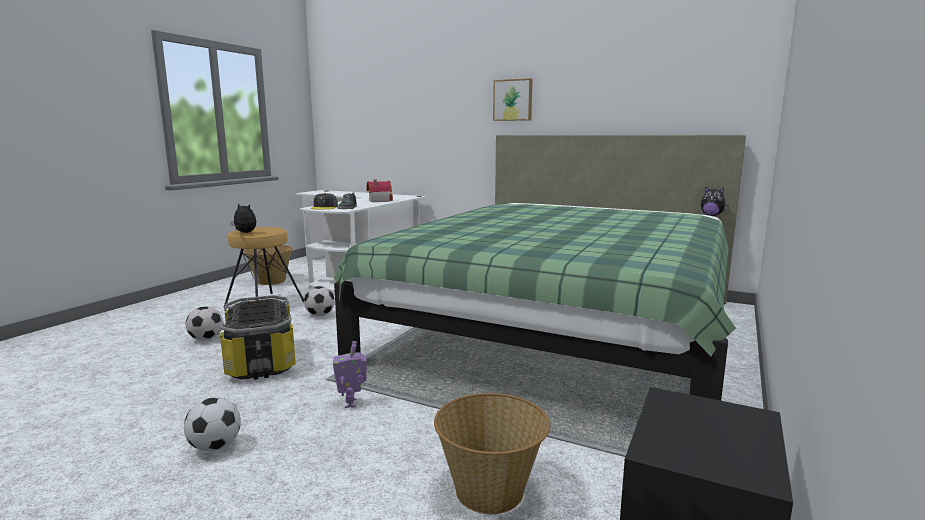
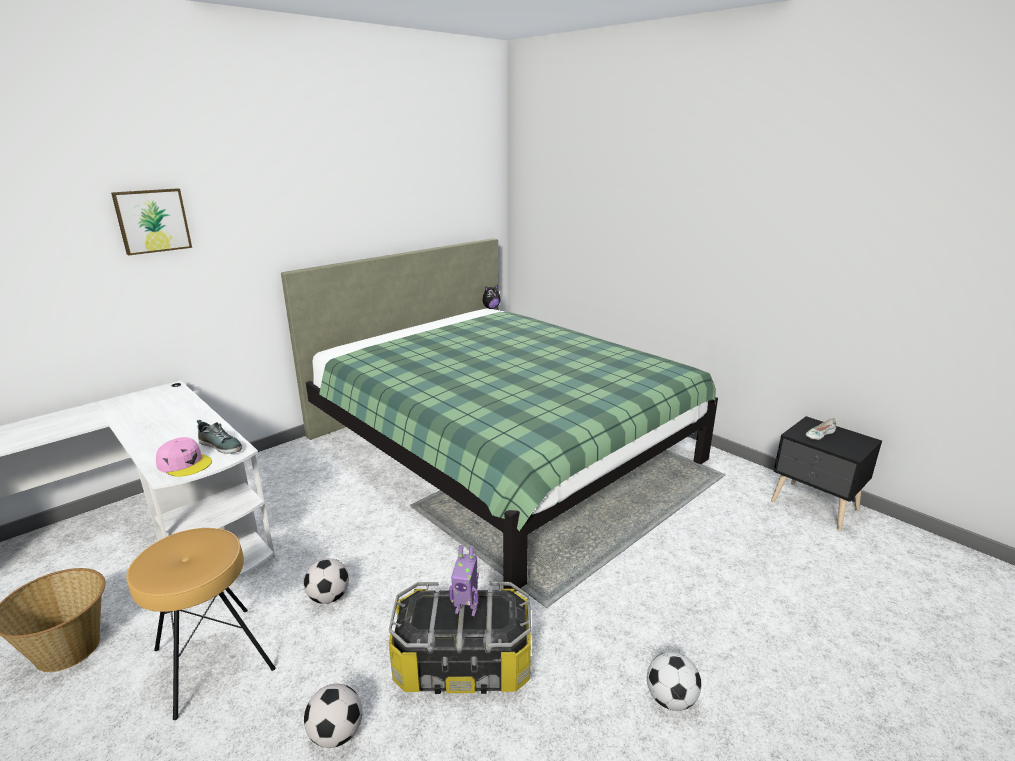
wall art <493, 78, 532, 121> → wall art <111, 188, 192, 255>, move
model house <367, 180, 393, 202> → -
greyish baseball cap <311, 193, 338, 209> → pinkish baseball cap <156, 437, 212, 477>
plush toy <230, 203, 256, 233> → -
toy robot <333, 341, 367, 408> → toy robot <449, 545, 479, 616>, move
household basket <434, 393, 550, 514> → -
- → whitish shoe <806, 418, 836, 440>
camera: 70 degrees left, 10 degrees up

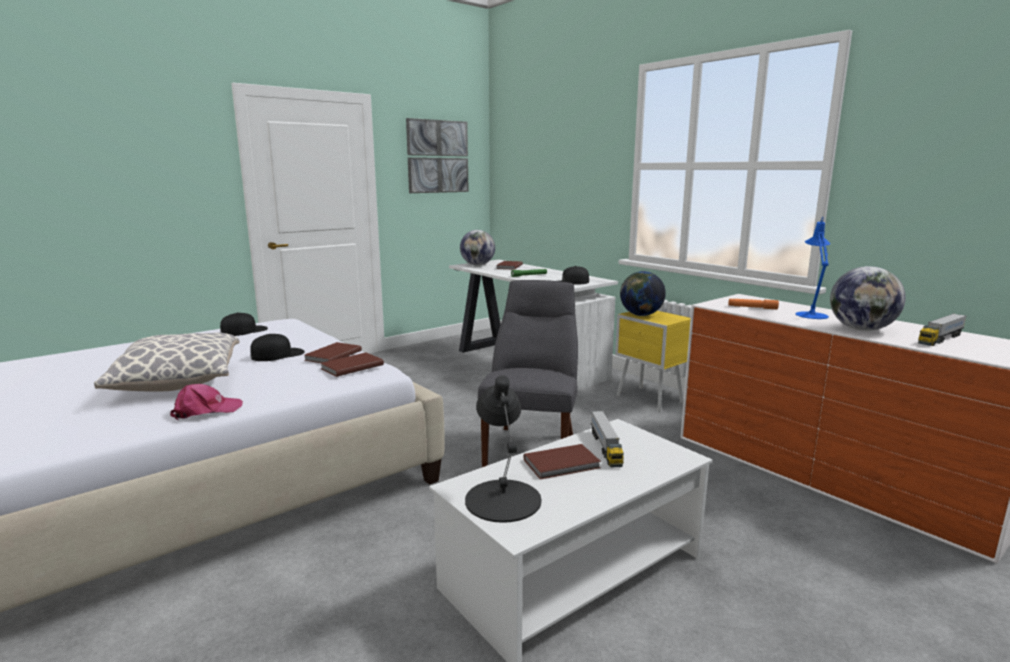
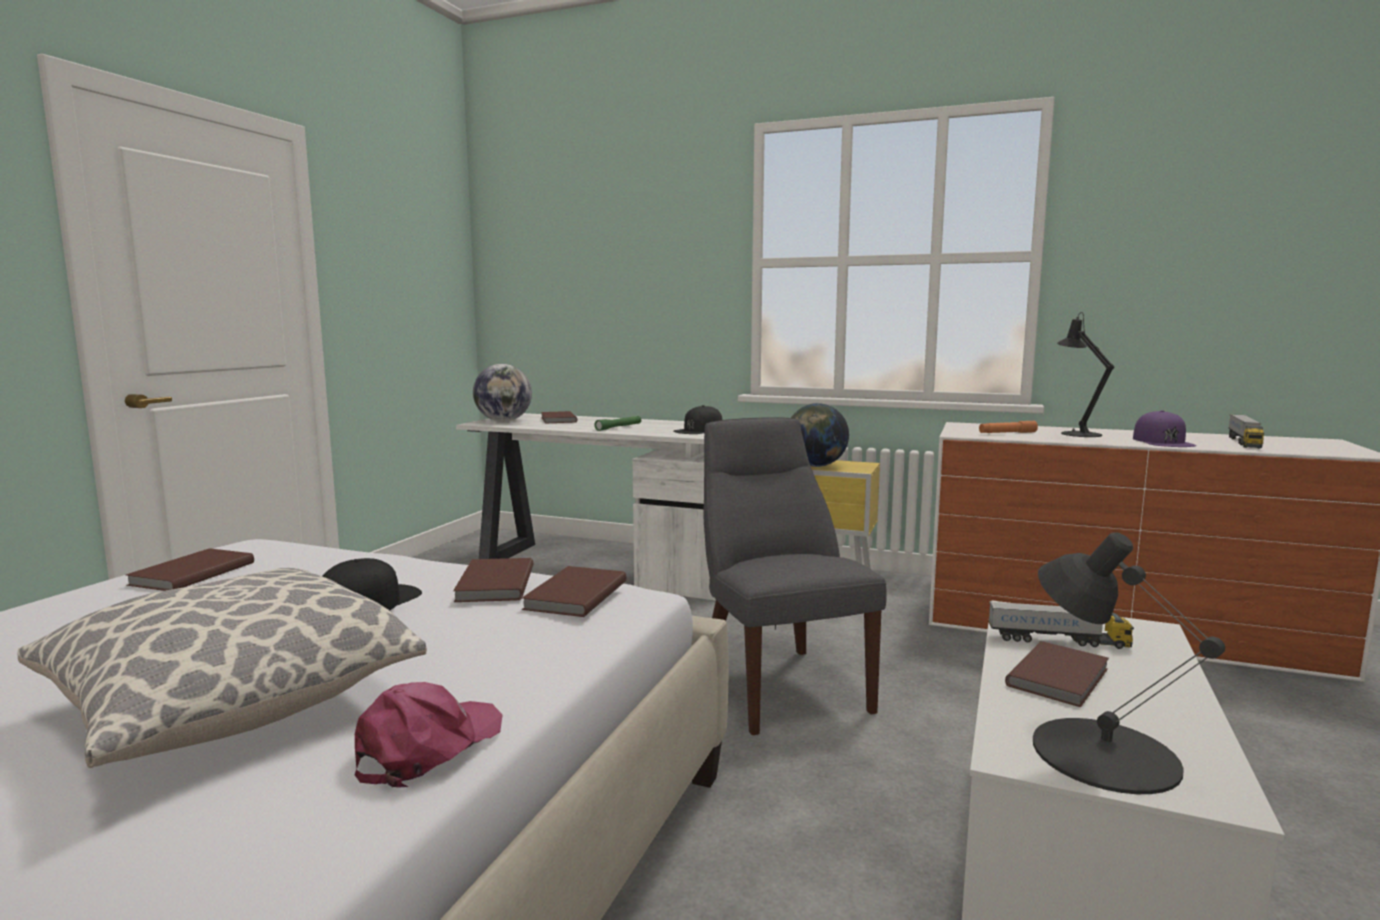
wall art <406, 118, 469, 193> → -
blue table lamp <796, 217, 830, 319> → black table lamp <1057, 312, 1114, 437>
globe <830, 266, 906, 331> → purplish baseball cap <1133, 410, 1196, 447>
black baseball cap <220, 313, 268, 336> → brownish book <126, 548, 254, 591>
toy truck <591, 411, 624, 467> → toy truck <988, 601, 1134, 649>, 45 degrees counterclockwise
camera: 30 degrees left, 5 degrees down

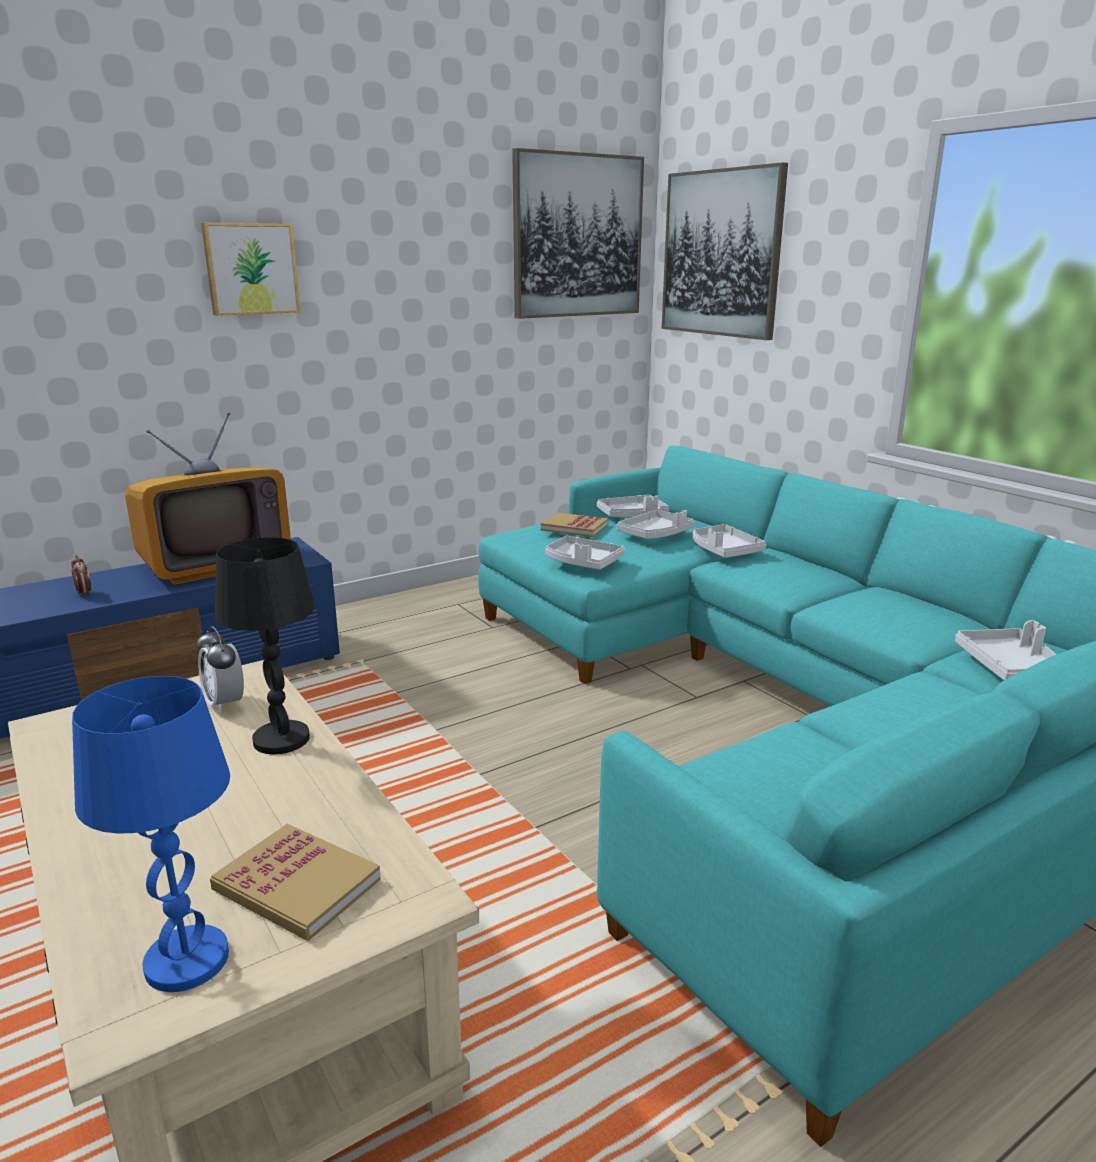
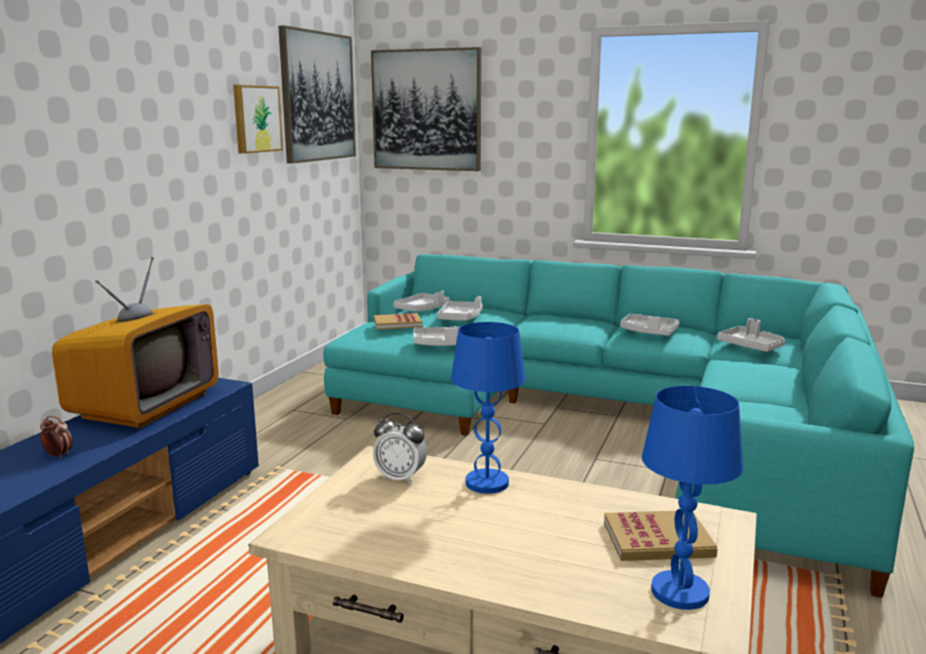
wall art <201, 223, 301, 316> → wall art <233, 85, 283, 154>, move
greyish serving tray <693, 524, 766, 558> → greyish serving tray <620, 314, 679, 336>, move
black table lamp <215, 537, 315, 754> → blue table lamp <451, 322, 526, 494>
camera: 35 degrees left, 5 degrees down

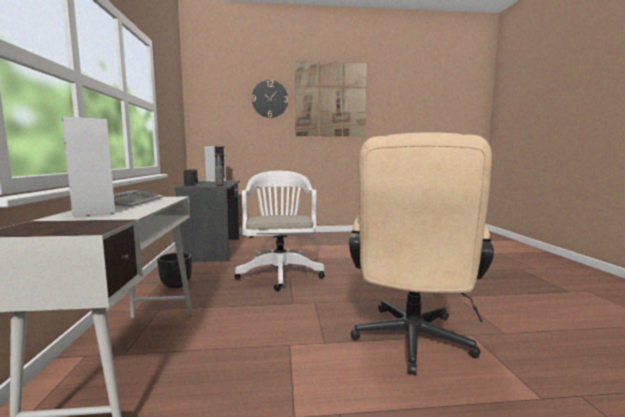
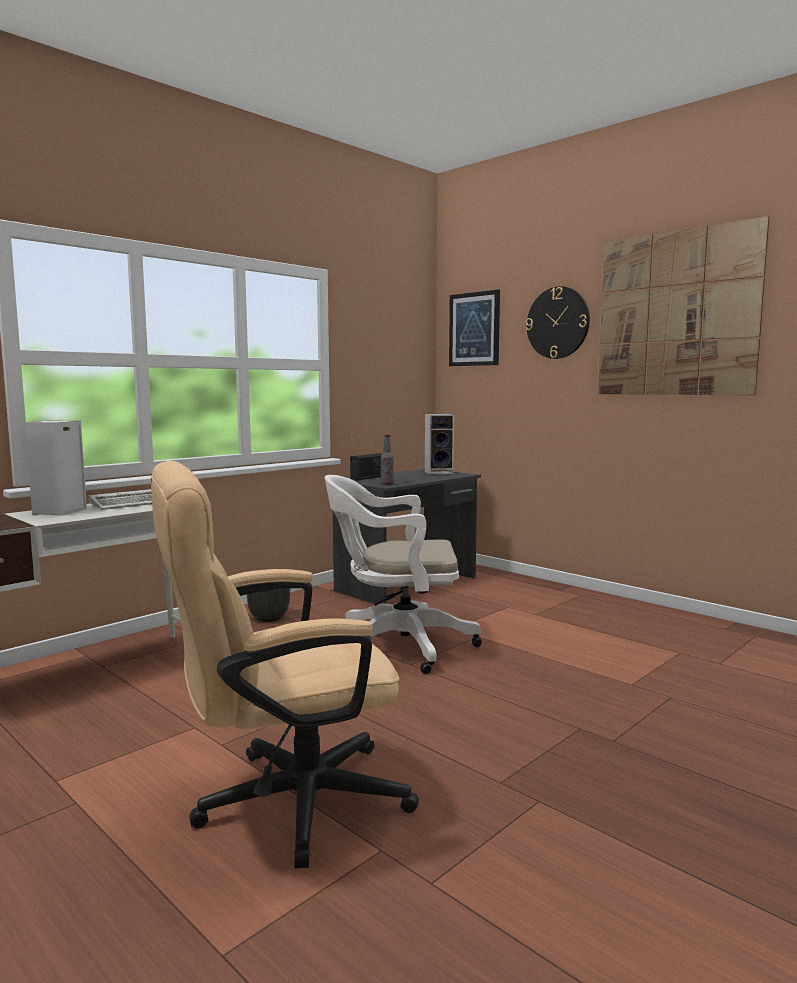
whitish office chair <234, 171, 325, 291> → whitish office chair <325, 475, 482, 674>, 135 degrees counterclockwise
- → wall art <449, 290, 500, 366>
camera: 50 degrees right, 0 degrees up

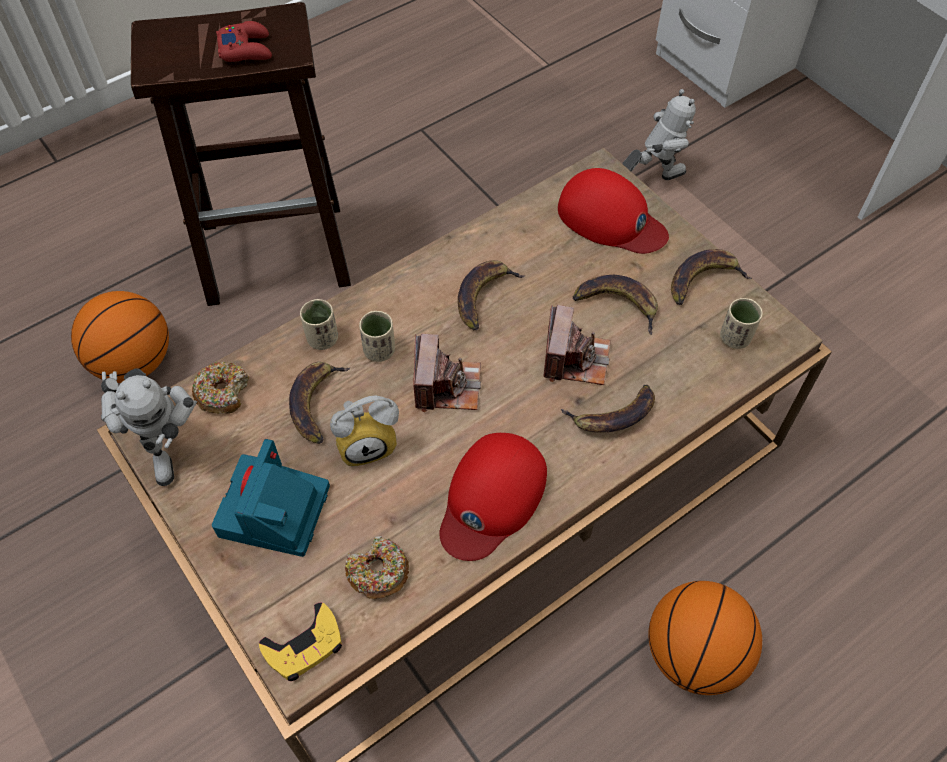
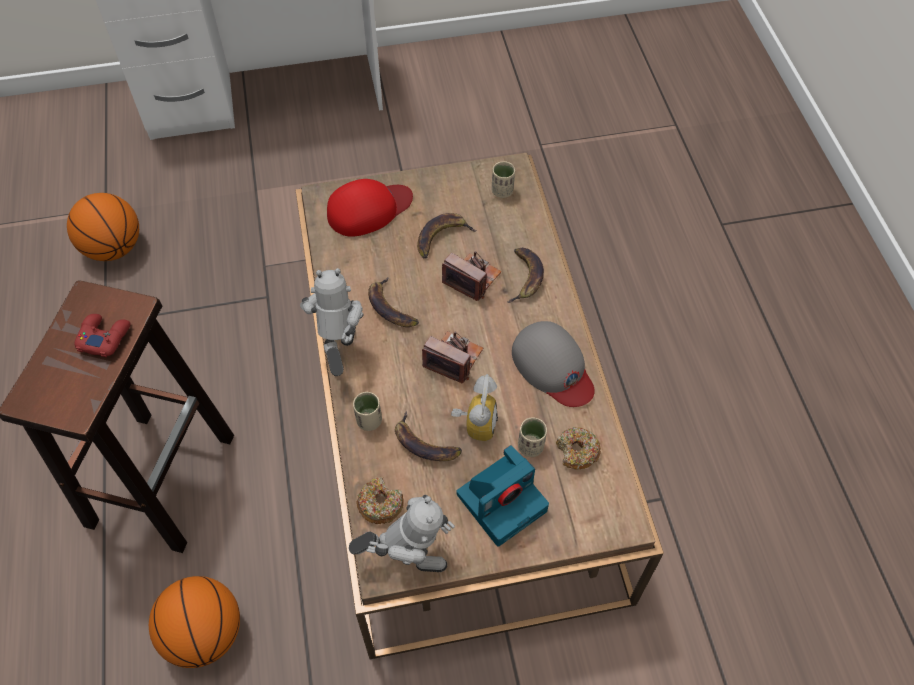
toy robot <622, 89, 696, 180> → toy robot <300, 268, 363, 376>, move
banana fruit <671, 249, 752, 305> → -
beige-coloured cup <359, 311, 395, 362> → beige-coloured cup <518, 417, 547, 457>, move
red baseball cap <439, 433, 547, 561> → greyish baseball cap <512, 321, 595, 407>
photo camera <212, 439, 330, 557> → photo camera <456, 445, 549, 547>, 75 degrees counterclockwise
basketball <649, 581, 762, 695> → basketball <67, 193, 139, 261>, move
yellowish gamepad <259, 603, 342, 681> → -
camera: 65 degrees left, 0 degrees up

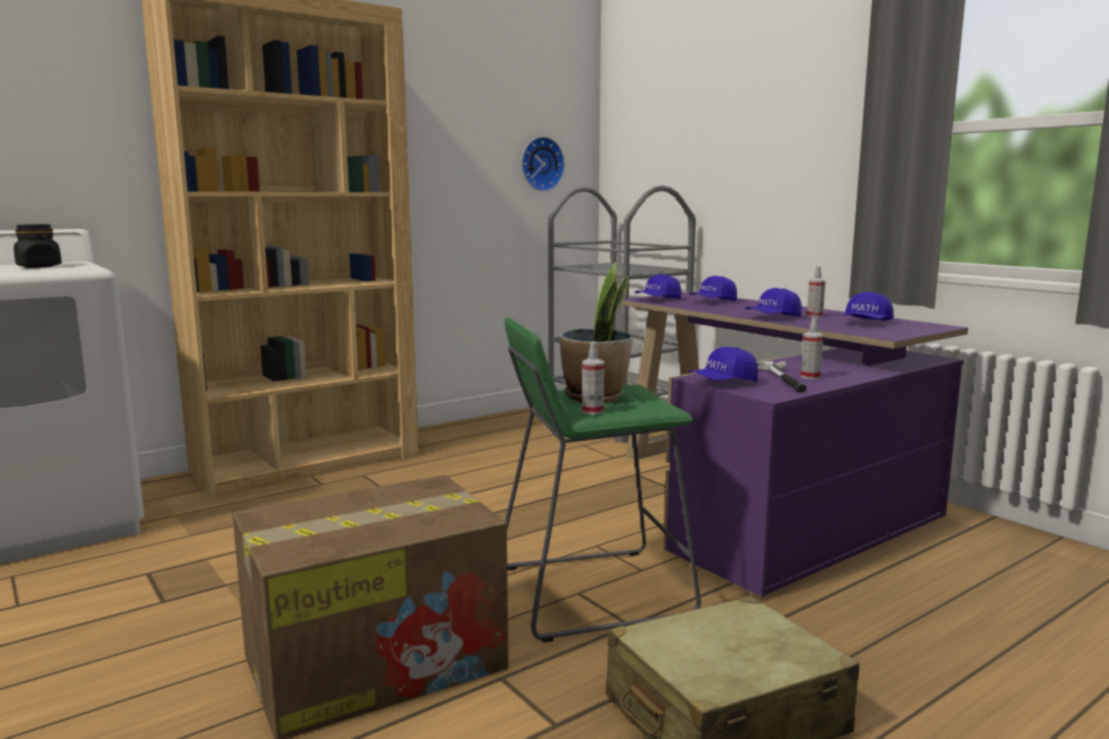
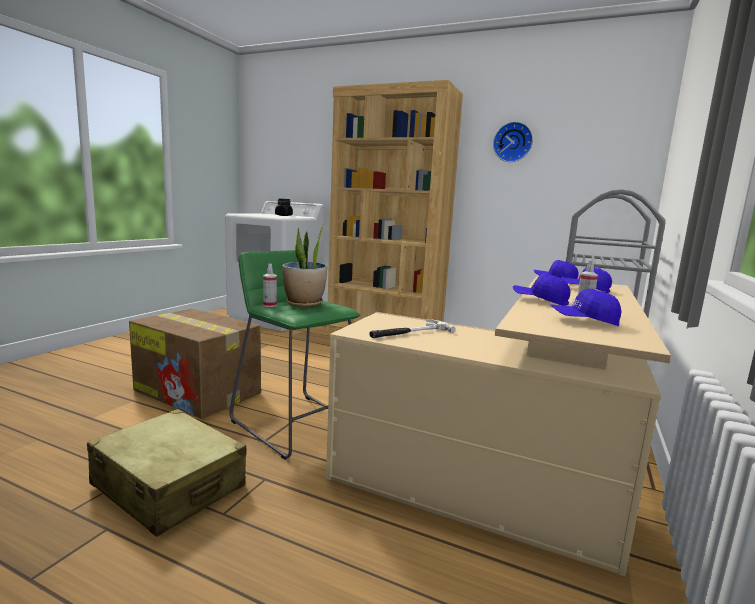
hanging clock <521, 136, 565, 192> → hanging clock <493, 122, 533, 162>, move
purplish desk table <621, 292, 968, 597> → beige-coloured desk table <326, 276, 671, 576>
hand sprayer <801, 318, 824, 379> → -
blue baseball cap <689, 347, 758, 382> → -
camera: 60 degrees right, 0 degrees up

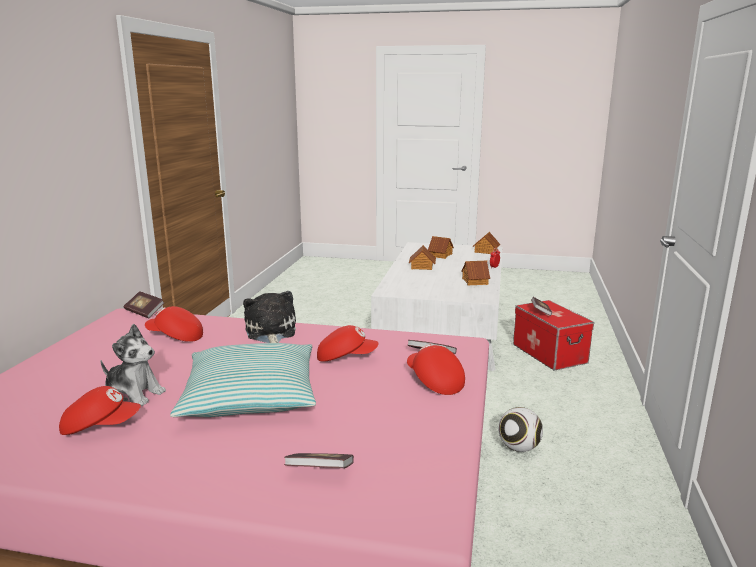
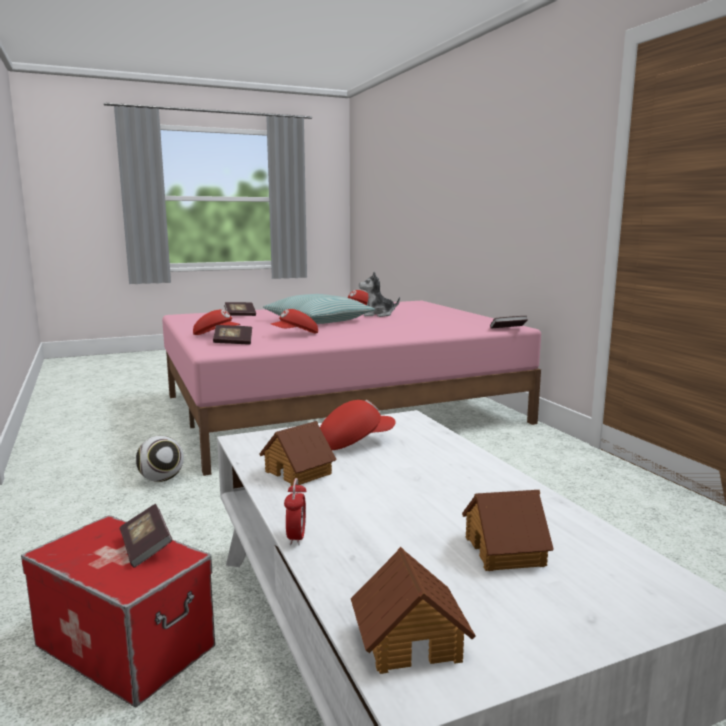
model house <409, 245, 436, 270> → -
plush toy <243, 291, 296, 343> → -
red baseball cap <145, 306, 203, 342> → red baseball cap <320, 400, 396, 450>, move
camera: 145 degrees right, 5 degrees down

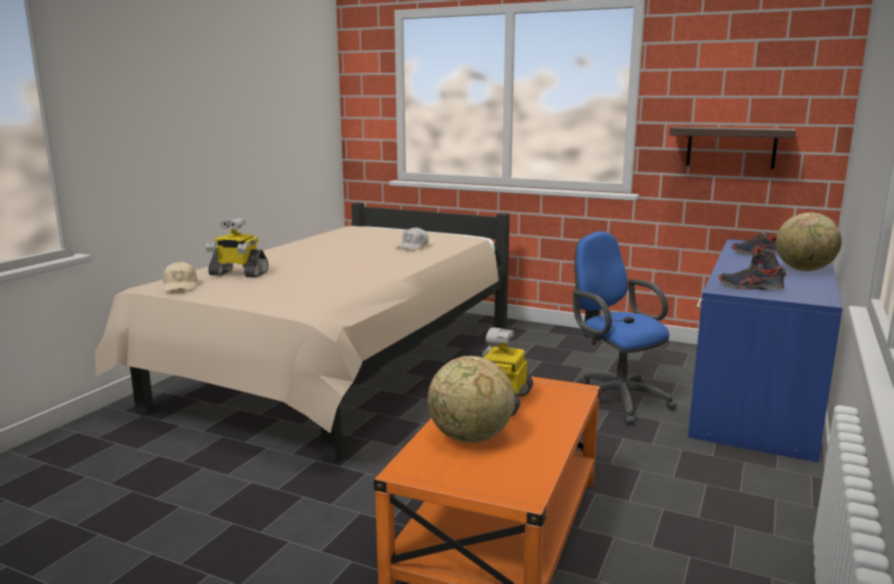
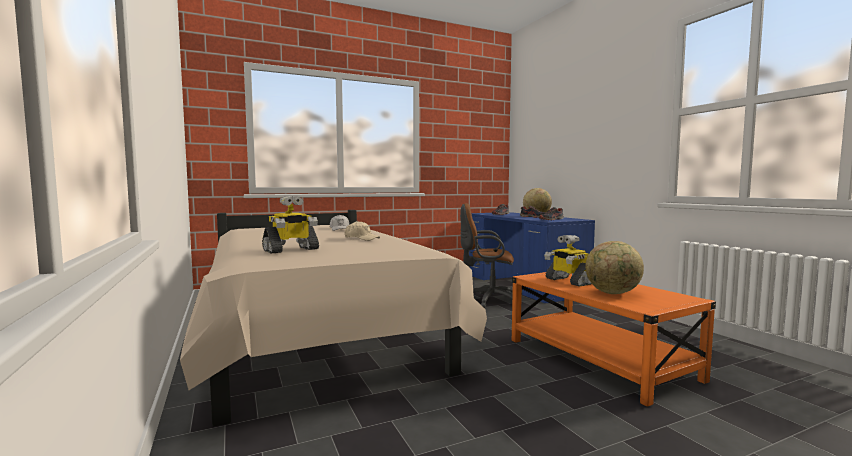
wall shelf <669, 127, 796, 169> → -
blue office chair <573, 231, 677, 425> → brownish office chair <460, 203, 514, 308>
beige-coloured baseball cap <163, 261, 197, 292> → beige-coloured baseball cap <345, 221, 380, 241>, move
camera: 50 degrees left, 10 degrees down

